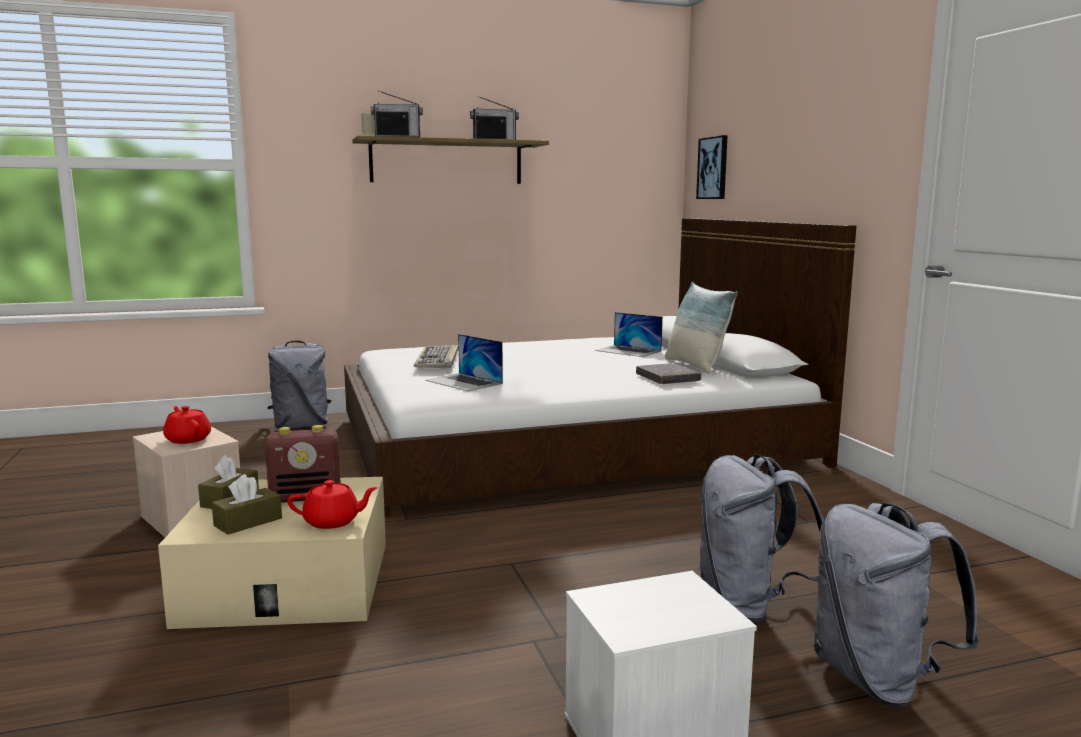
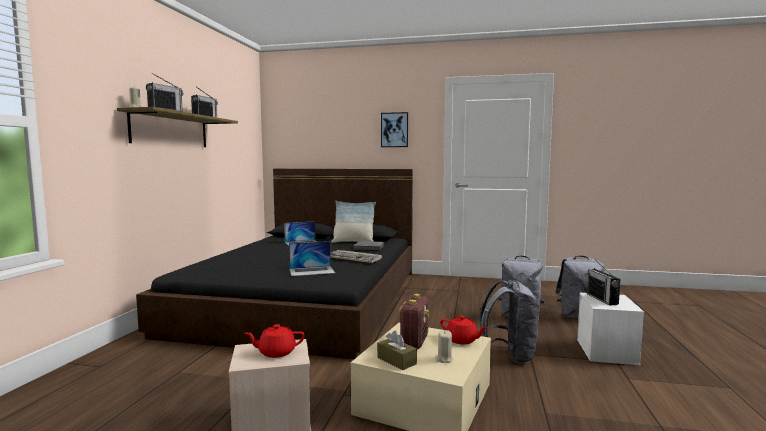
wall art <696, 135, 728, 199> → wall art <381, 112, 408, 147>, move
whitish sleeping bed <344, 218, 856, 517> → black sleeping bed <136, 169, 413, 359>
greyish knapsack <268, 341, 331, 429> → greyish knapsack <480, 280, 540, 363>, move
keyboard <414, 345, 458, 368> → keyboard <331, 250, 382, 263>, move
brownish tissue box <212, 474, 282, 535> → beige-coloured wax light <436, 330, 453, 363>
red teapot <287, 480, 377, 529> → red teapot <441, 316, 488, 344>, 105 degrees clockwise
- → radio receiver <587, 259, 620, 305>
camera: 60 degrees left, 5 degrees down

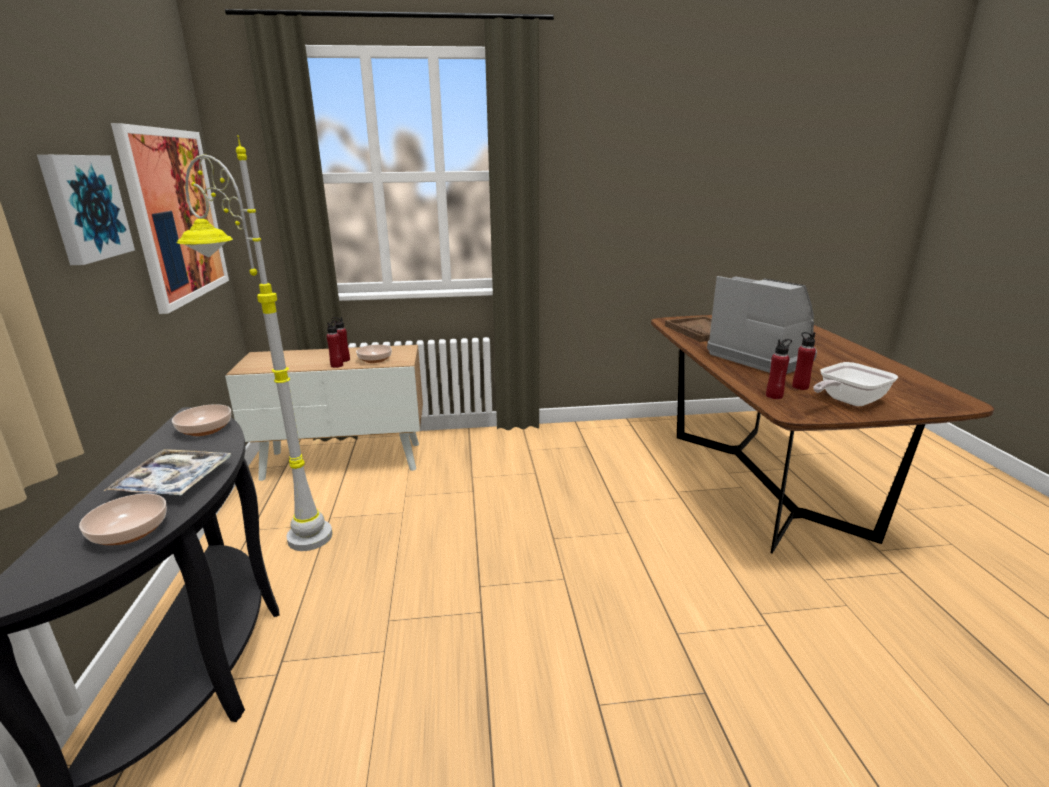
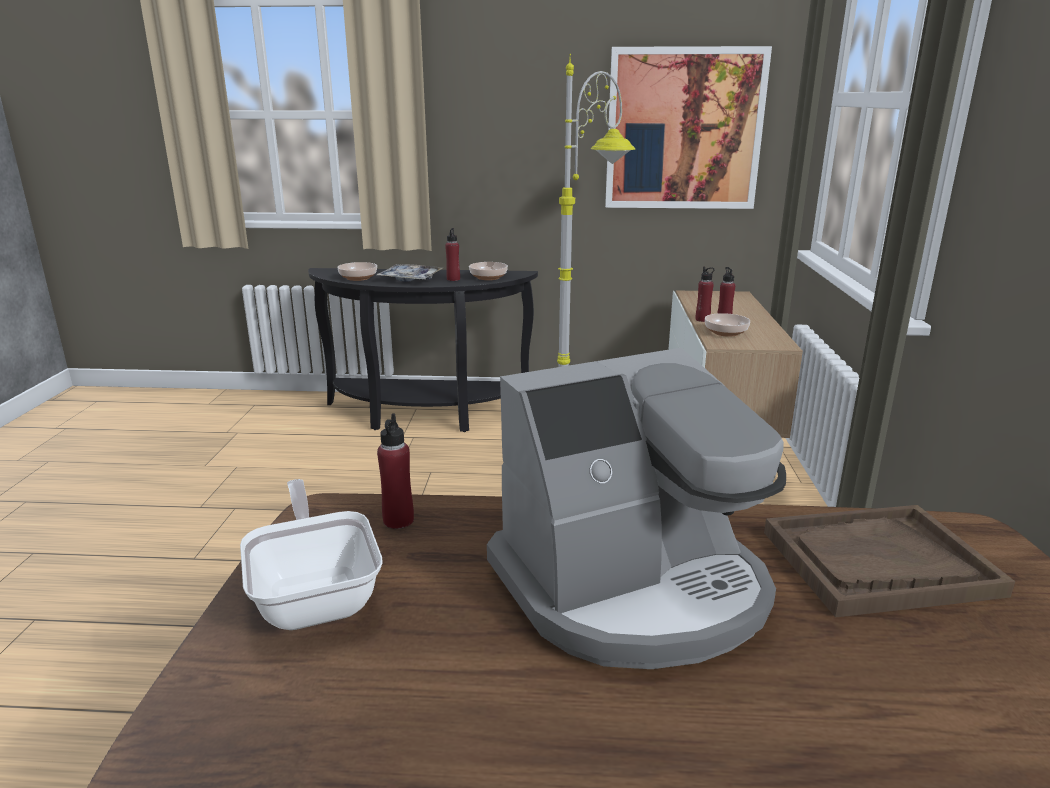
wall art <37, 155, 135, 265> → -
red beverage bottle <792, 332, 816, 390> → red beverage bottle <445, 228, 460, 281>, move
camera: 100 degrees right, 0 degrees up

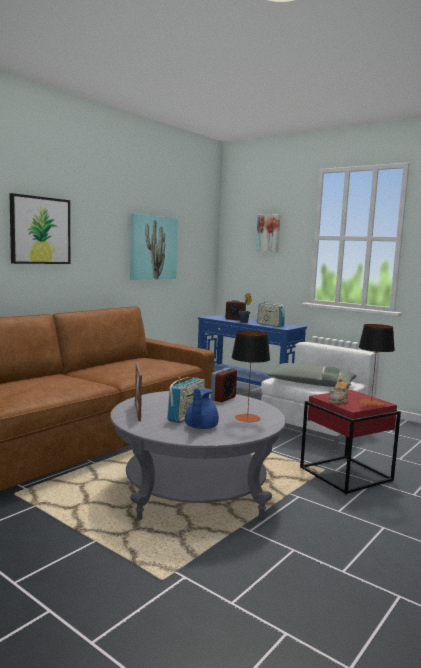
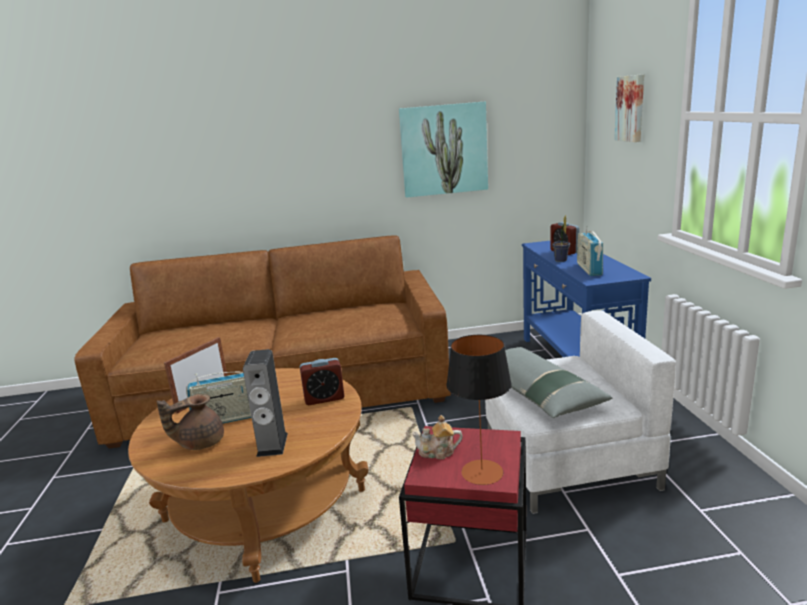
wall art <9, 193, 70, 264> → -
table lamp <232, 331, 270, 423> → audio speaker <243, 349, 288, 457>
blue teapot <185, 388, 219, 429> → brownish teapot <157, 394, 224, 450>
greyish low table <110, 391, 286, 520> → brownish low table <128, 368, 368, 583>
camera: 45 degrees right, 10 degrees up

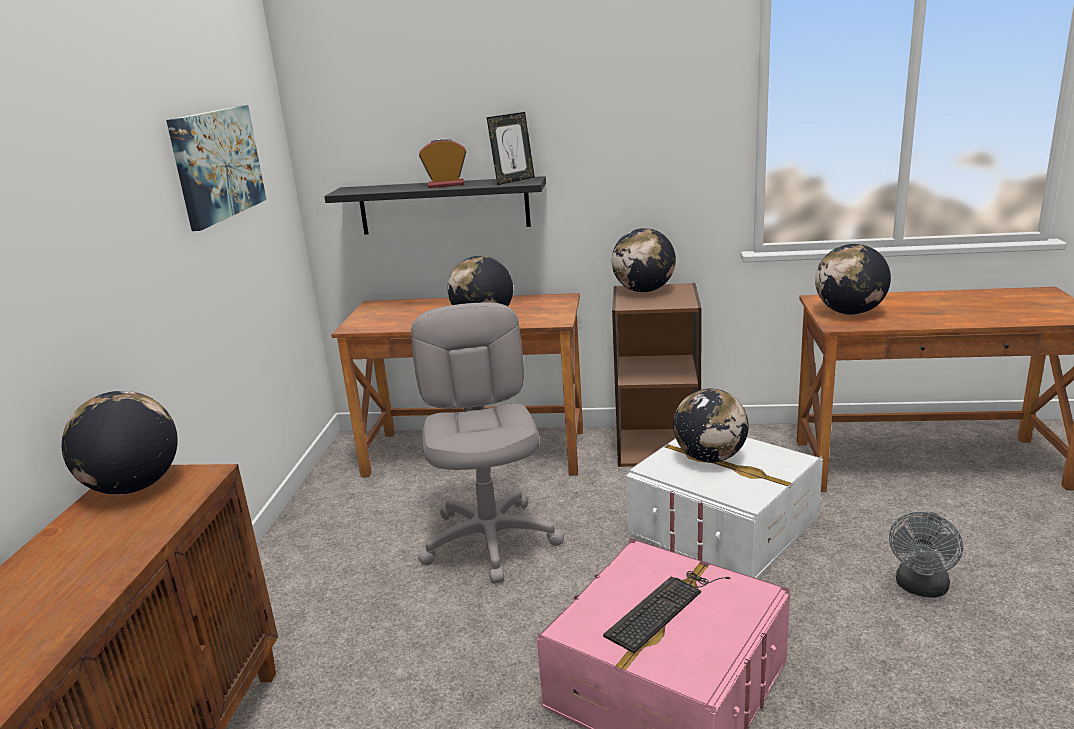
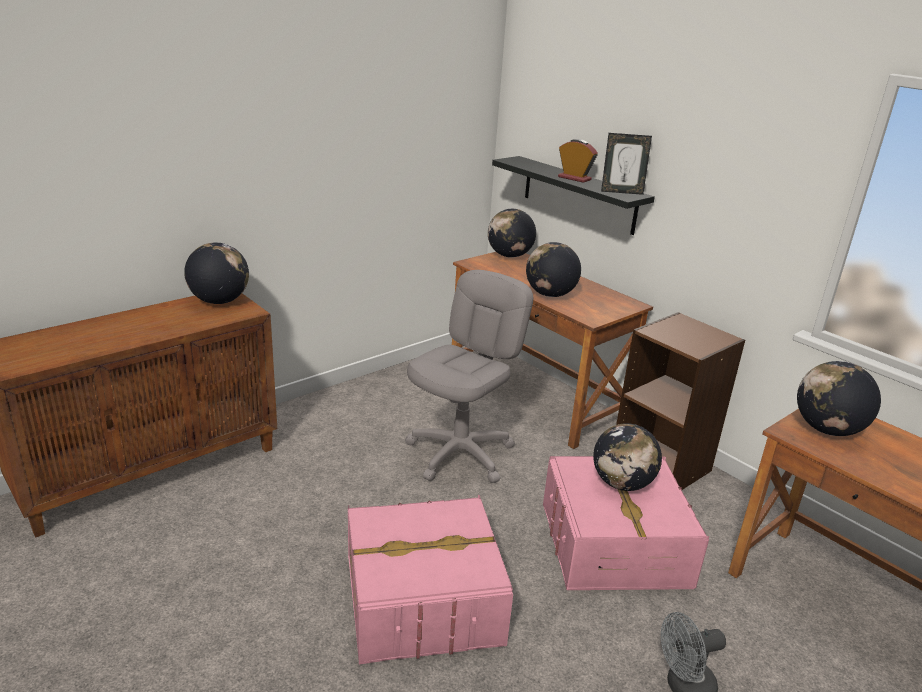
wall art <166, 105, 266, 231> → -
globe <612, 228, 676, 292> → globe <488, 209, 536, 258>, move
whitish storage box <625, 437, 823, 578> → pinkish storage box <543, 456, 709, 590>
keyboard <603, 571, 730, 653> → -
camera: 40 degrees right, 5 degrees up

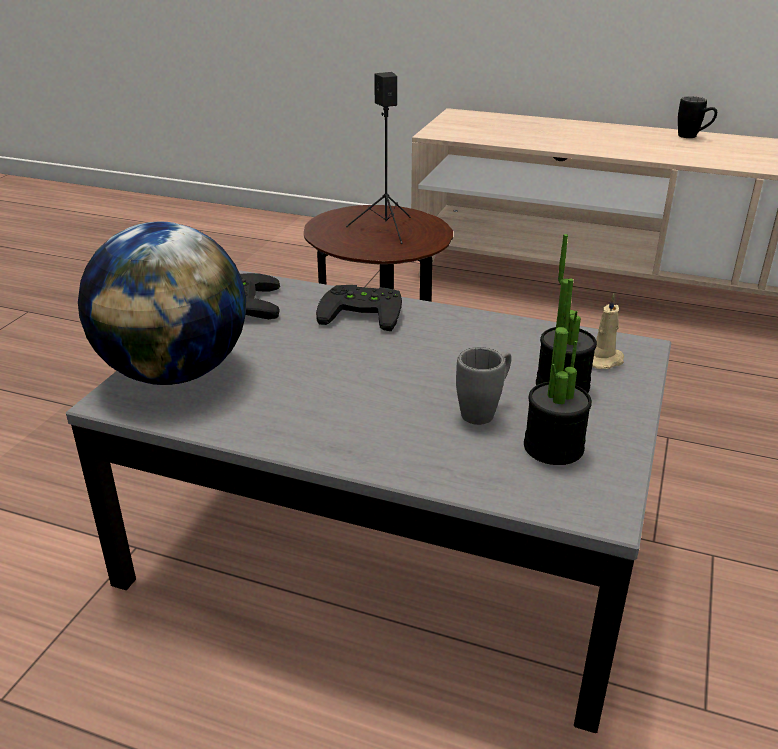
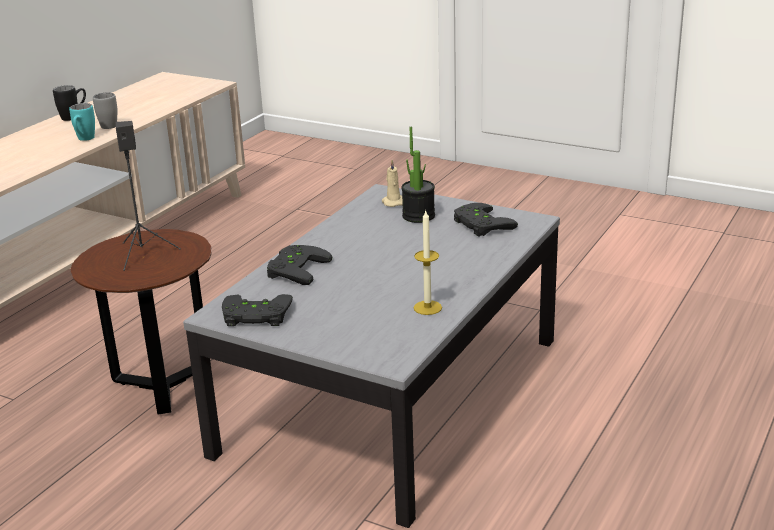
globe <78, 222, 246, 385> → -
plant in a pot <524, 279, 592, 465> → black gamepad <454, 203, 518, 237>
greyish coffee mug <456, 347, 511, 425> → greyish coffee mug <93, 93, 117, 129>, move
- → turquoise-coloured coffee mug <69, 103, 95, 141>
- → wax light <414, 211, 442, 315>
camera: 80 degrees left, 5 degrees down

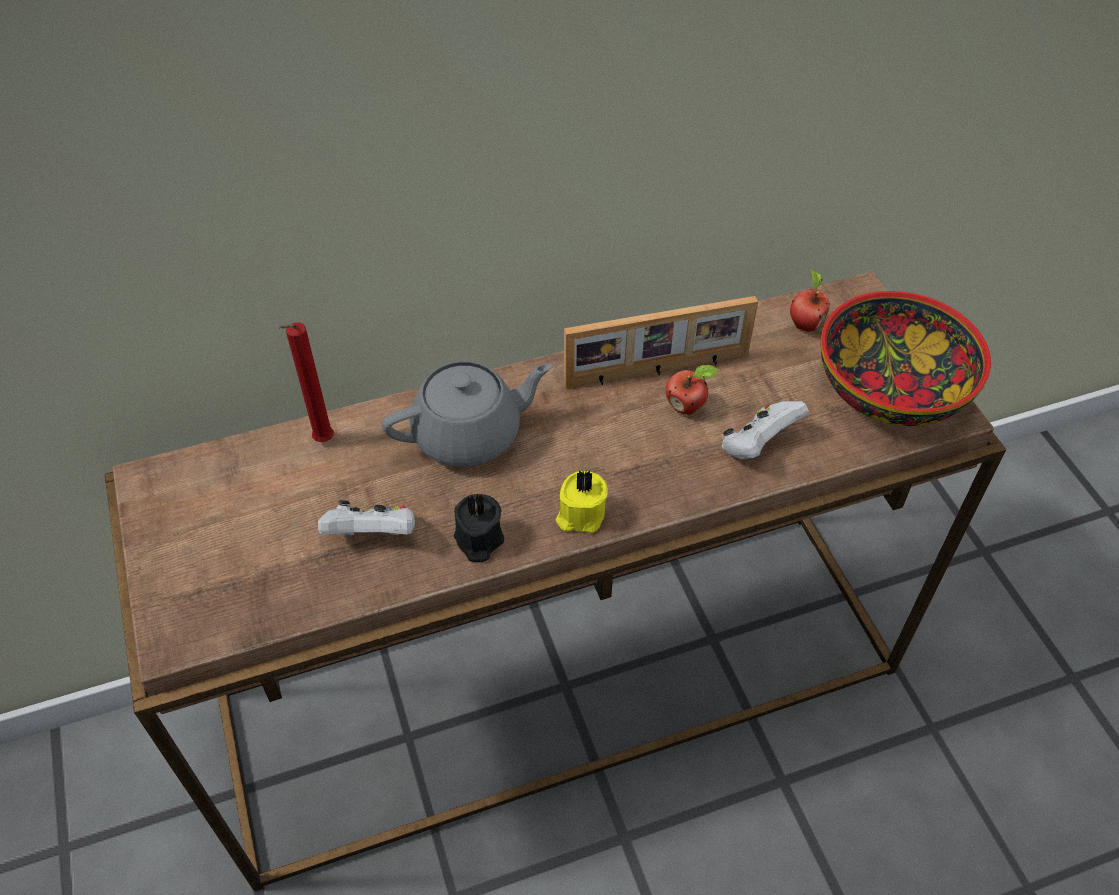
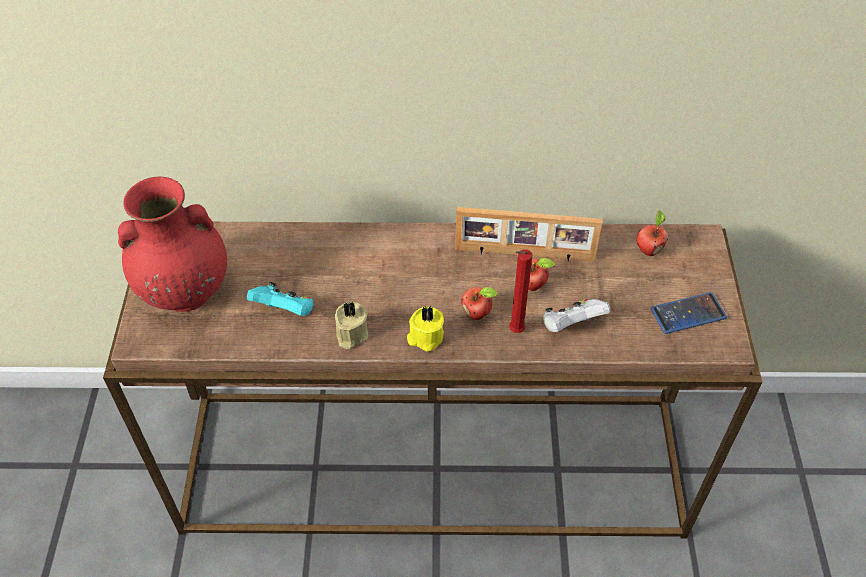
serving bowl <820, 291, 991, 426> → handset <651, 292, 727, 334>
red wax light <279, 322, 334, 442> → red wax light <509, 249, 533, 333>, move
greyish teapot <382, 361, 553, 467> → -
black wax light <454, 494, 504, 562> → beige-coloured wax light <335, 301, 368, 349>
whitish gamepad <318, 500, 415, 536> → turquoise-coloured gamepad <247, 282, 314, 316>
- → red decorative vase <118, 177, 227, 312>
- → apple fruit <461, 287, 498, 320>
camera: 20 degrees right, 0 degrees up

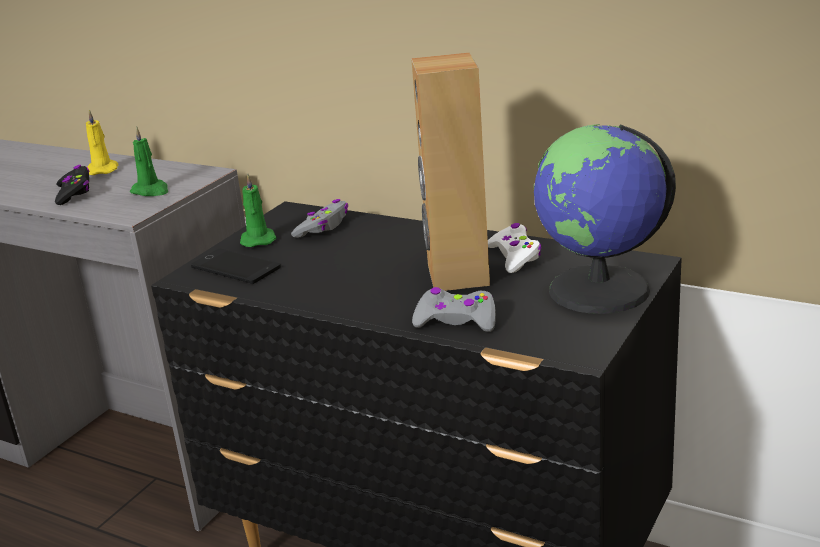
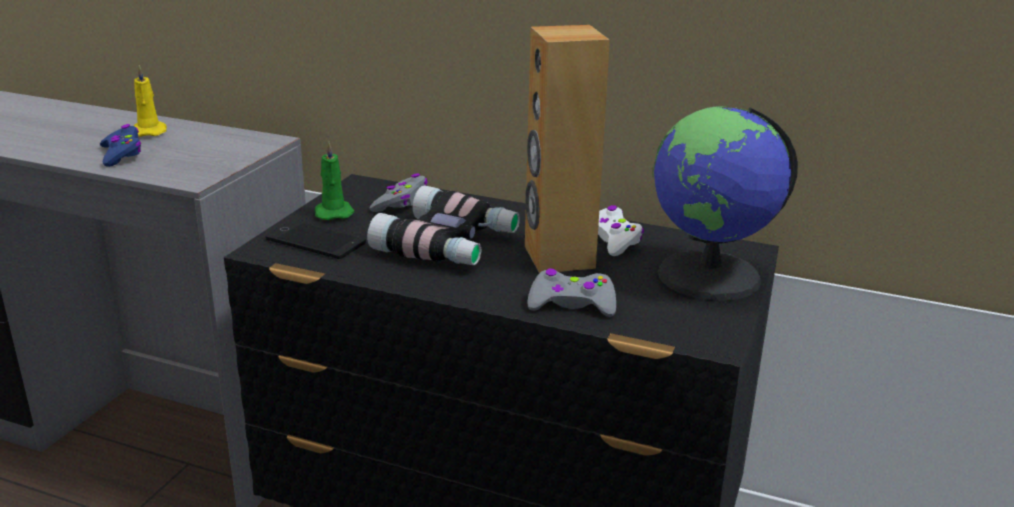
green-coloured wax light <130, 126, 168, 196> → -
black gamepad <55, 165, 90, 205> → blue gamepad <100, 124, 141, 167>
- → field glasses <367, 185, 520, 265>
camera: 10 degrees left, 0 degrees up

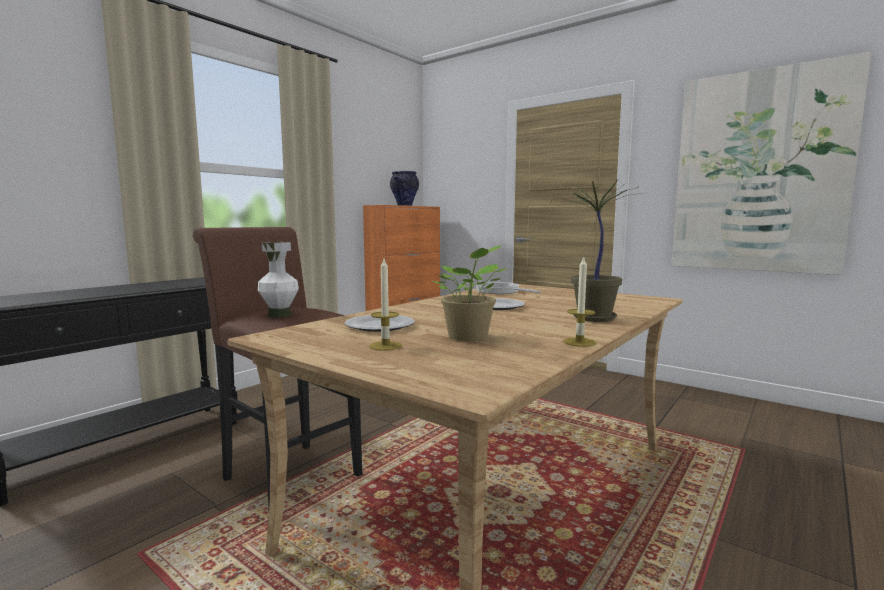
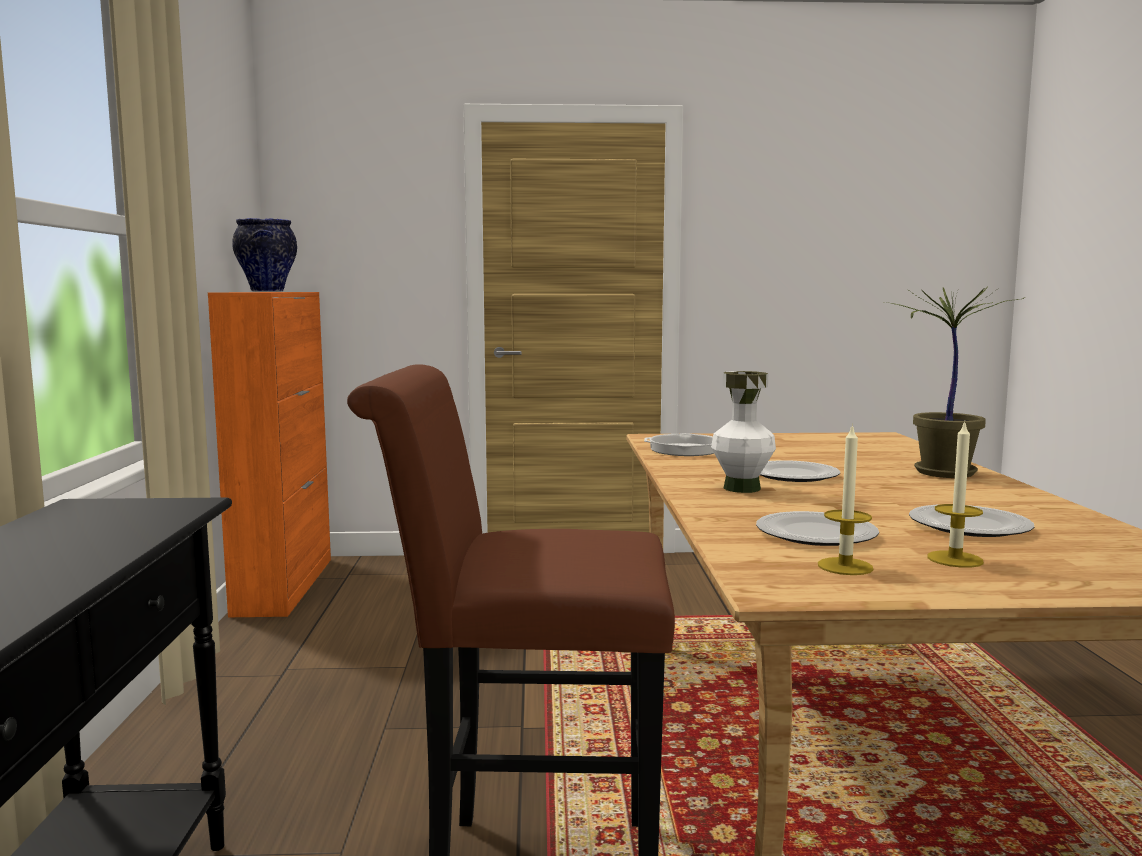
wall art <671, 52, 871, 275> → -
whitish decorative vase <258, 242, 299, 318> → whitish decorative vase <711, 371, 776, 493>, move
plant in a pot <433, 245, 507, 341> → flat dish <909, 505, 1034, 537>
wax light <563, 256, 597, 347> → wax light <818, 423, 874, 575>, move
camera: 40 degrees left, 0 degrees up

